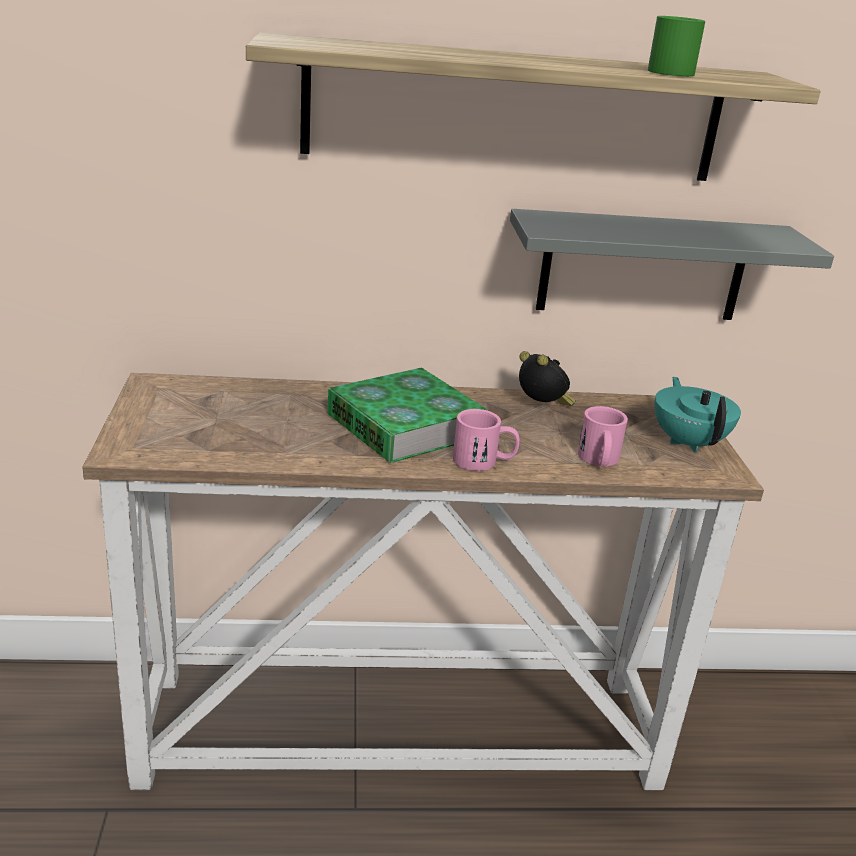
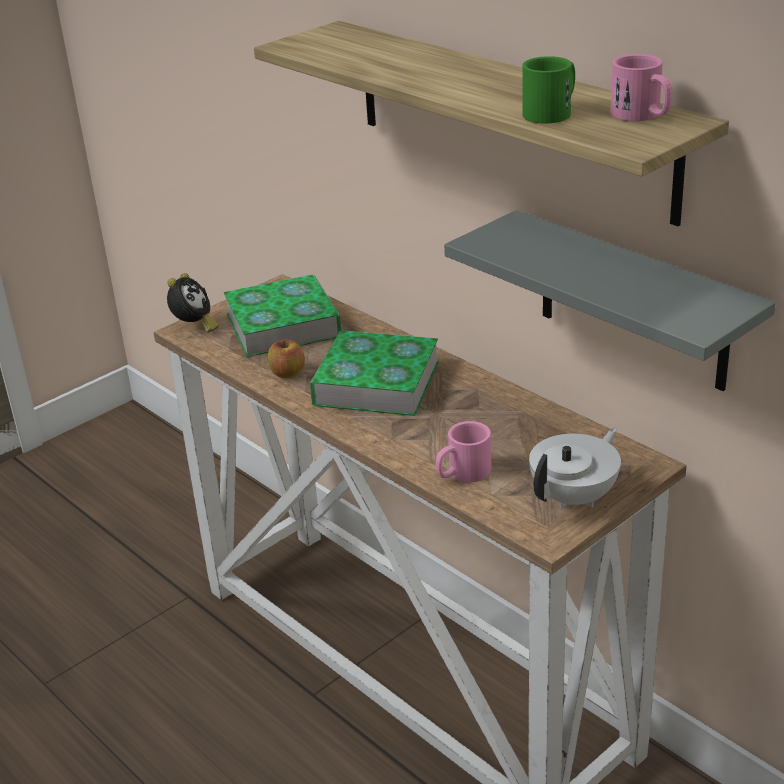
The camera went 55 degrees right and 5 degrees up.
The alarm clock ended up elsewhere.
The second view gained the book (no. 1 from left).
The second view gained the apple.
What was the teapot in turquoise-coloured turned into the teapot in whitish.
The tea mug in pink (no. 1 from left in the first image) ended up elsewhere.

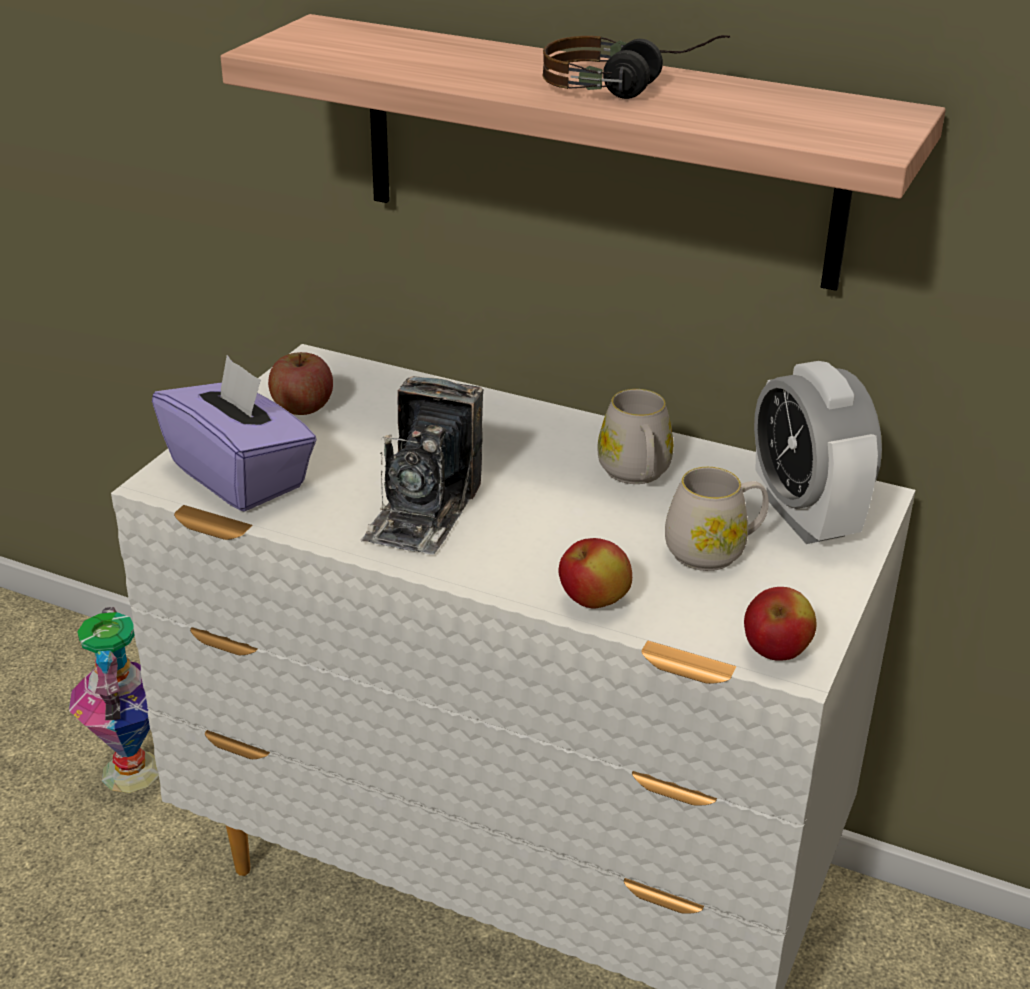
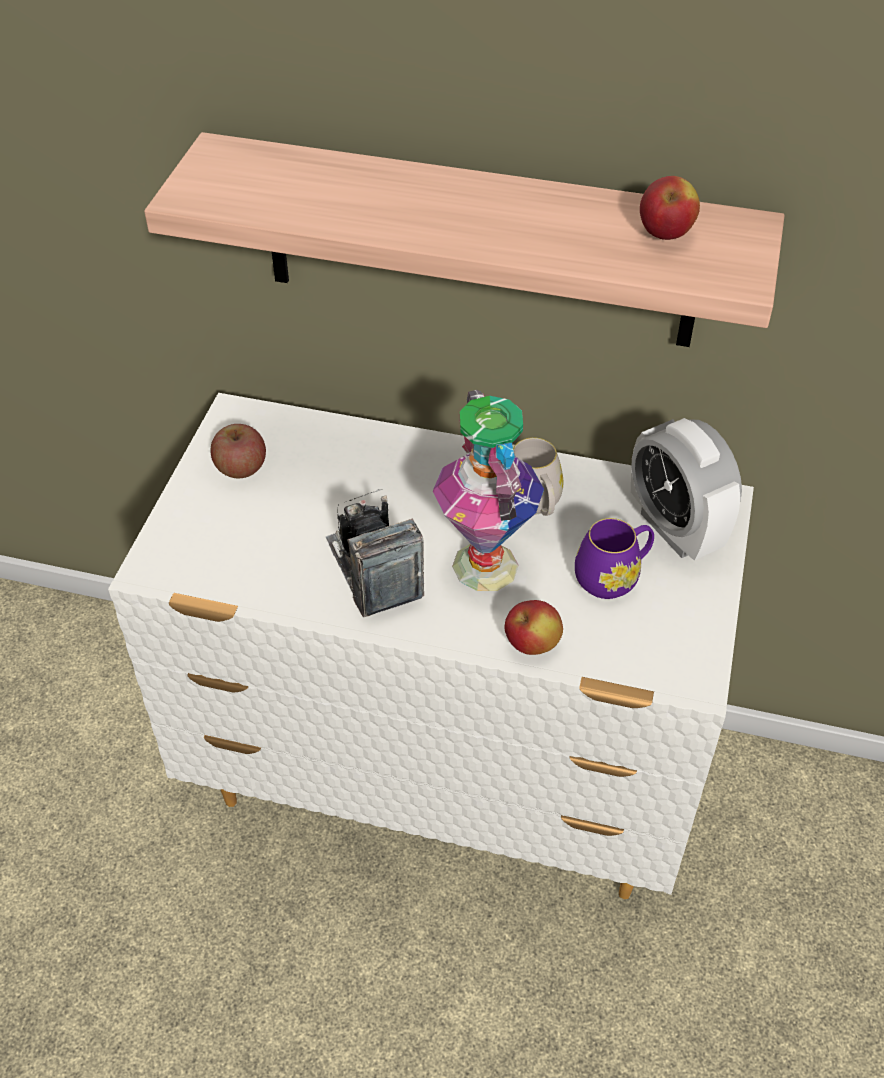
The camera went 10 degrees left and 15 degrees up.
The still camera ended up facing another way, 150 degrees clockwise from before.
The flower vase ended up elsewhere.
What was the tea mug in whitish (no. 2 from left) turned into the tea mug in purple.
The apple (no. 3 from left) ended up elsewhere.
The second view lost the tissue box in purple.
The second view lost the headphones.

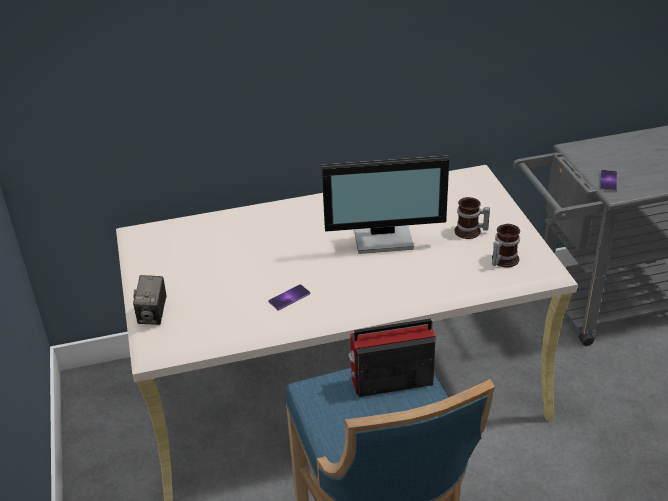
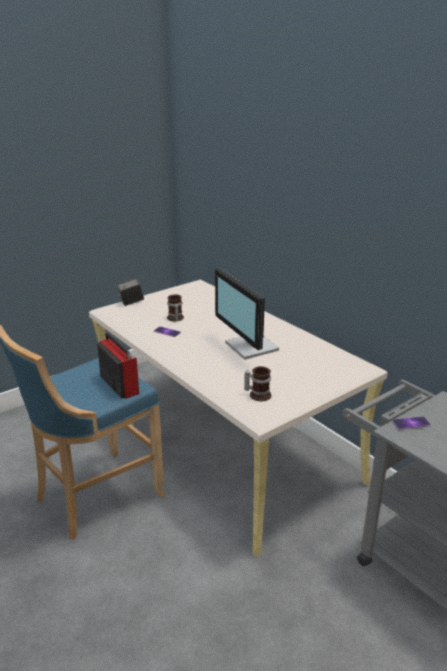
The camera went 65 degrees right and 10 degrees down.
The tea mug (no. 1 from left) ended up elsewhere.

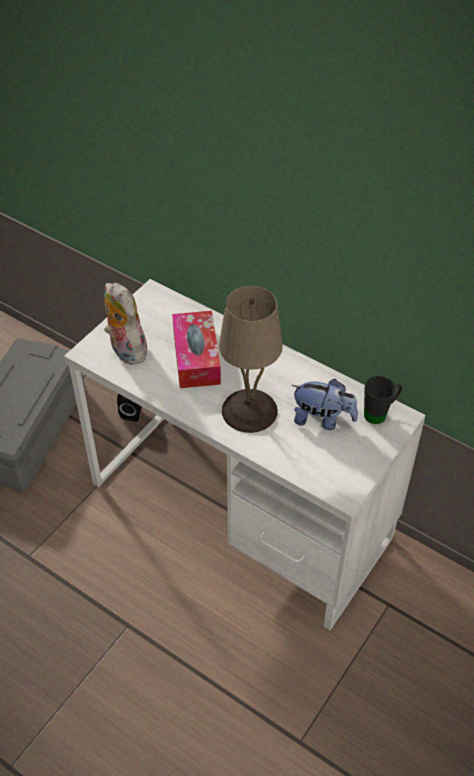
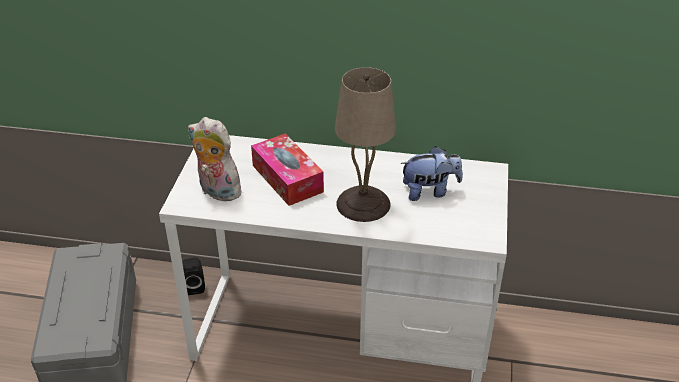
The camera went 25 degrees left and 10 degrees down.
The second view lost the tea mug in blackish.

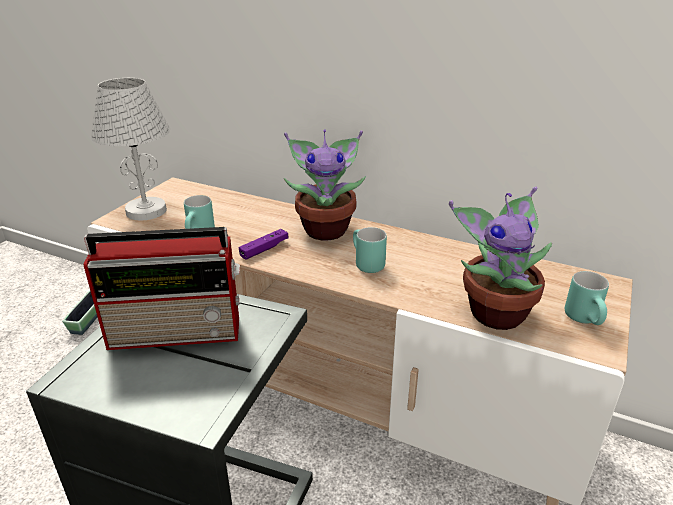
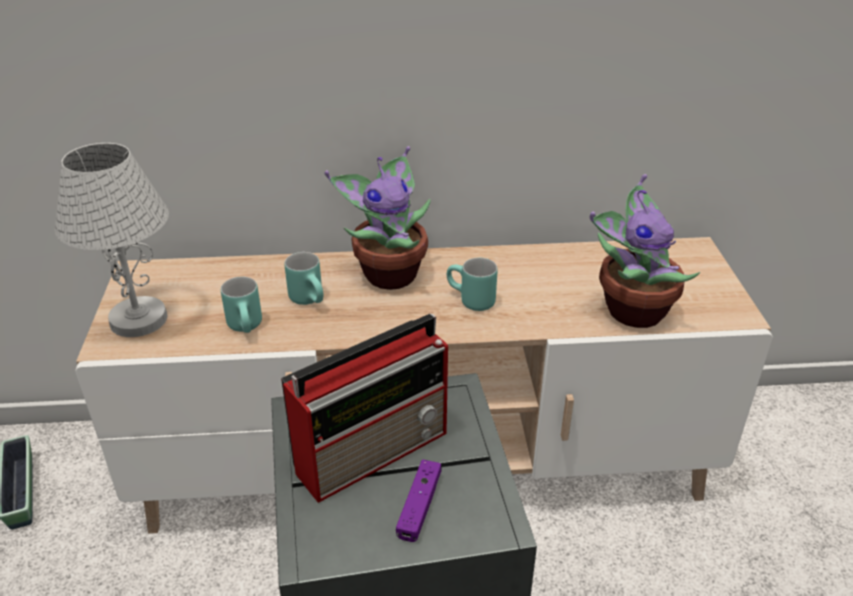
The camera went 30 degrees left and 5 degrees up.
The tea mug in turquoise-coloured (no. 3 from left in the first image) ended up elsewhere.
The gamepad in purple ended up elsewhere.

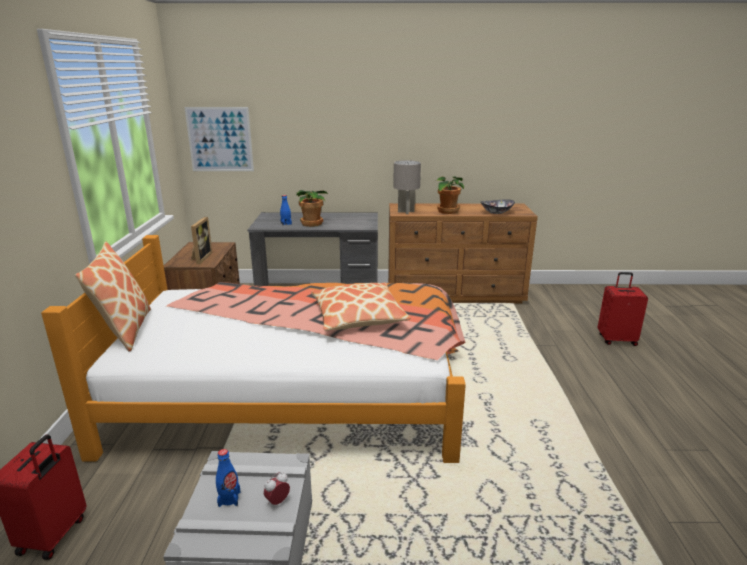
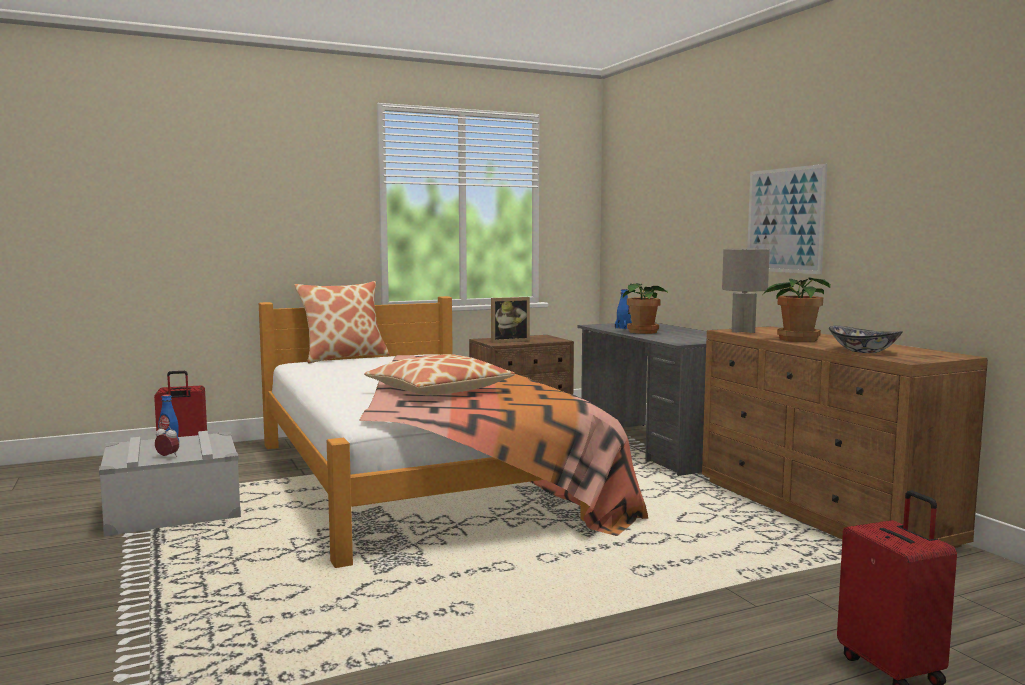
The camera went 65 degrees right and 15 degrees down.
The wall art ended up elsewhere.

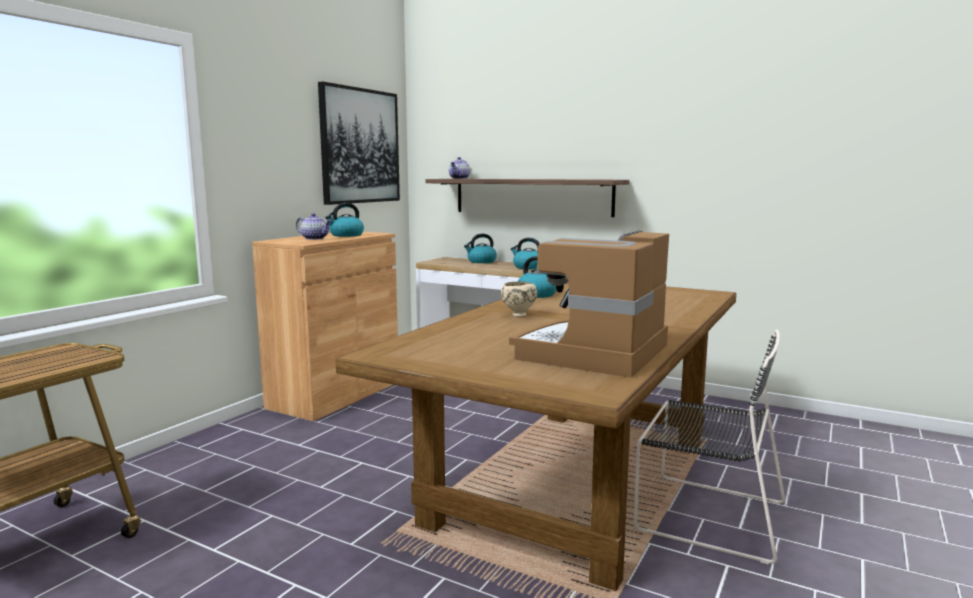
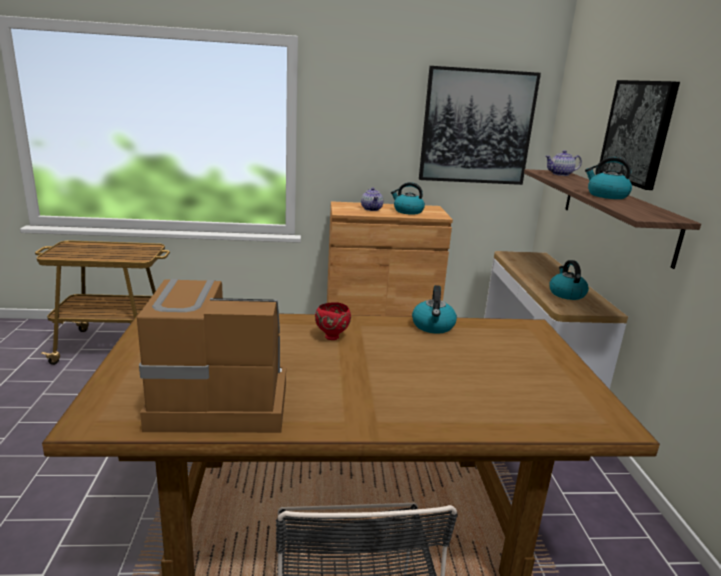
The camera went 55 degrees right and 10 degrees up.
What was the deep dish in beige-coloured turned into the deep dish in red-coloured.
The kettle (no. 2 from left in the first image) ended up elsewhere.
The second view gained the wall art (no. 2 from left).

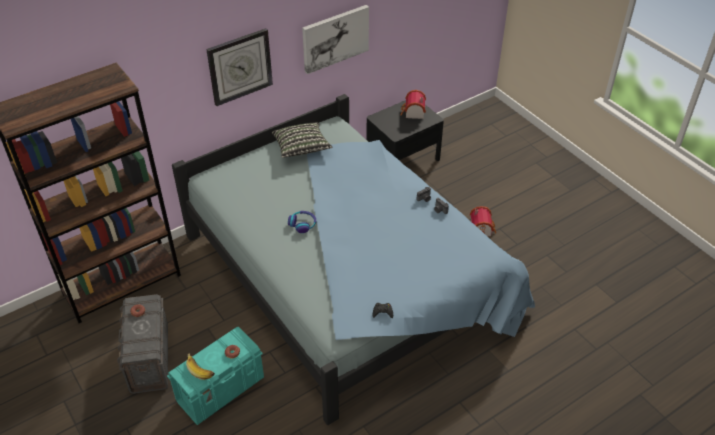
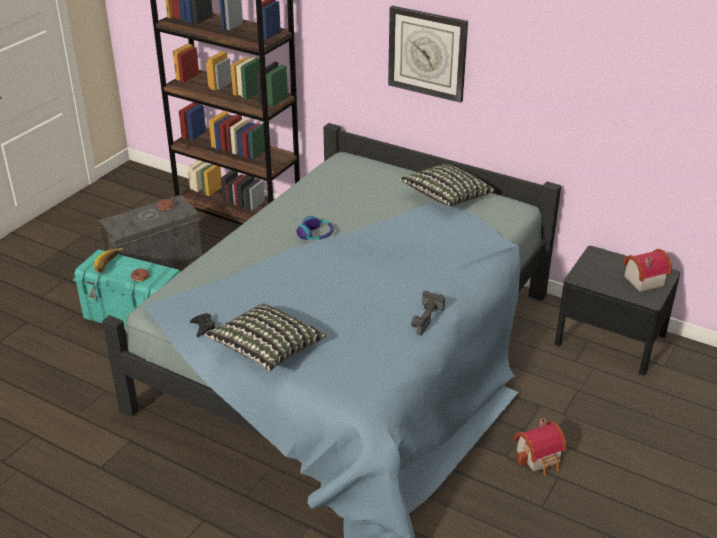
The camera went 65 degrees right and 10 degrees down.
The second view gained the throw pillow (no. 1 from left).
The second view lost the wall art.

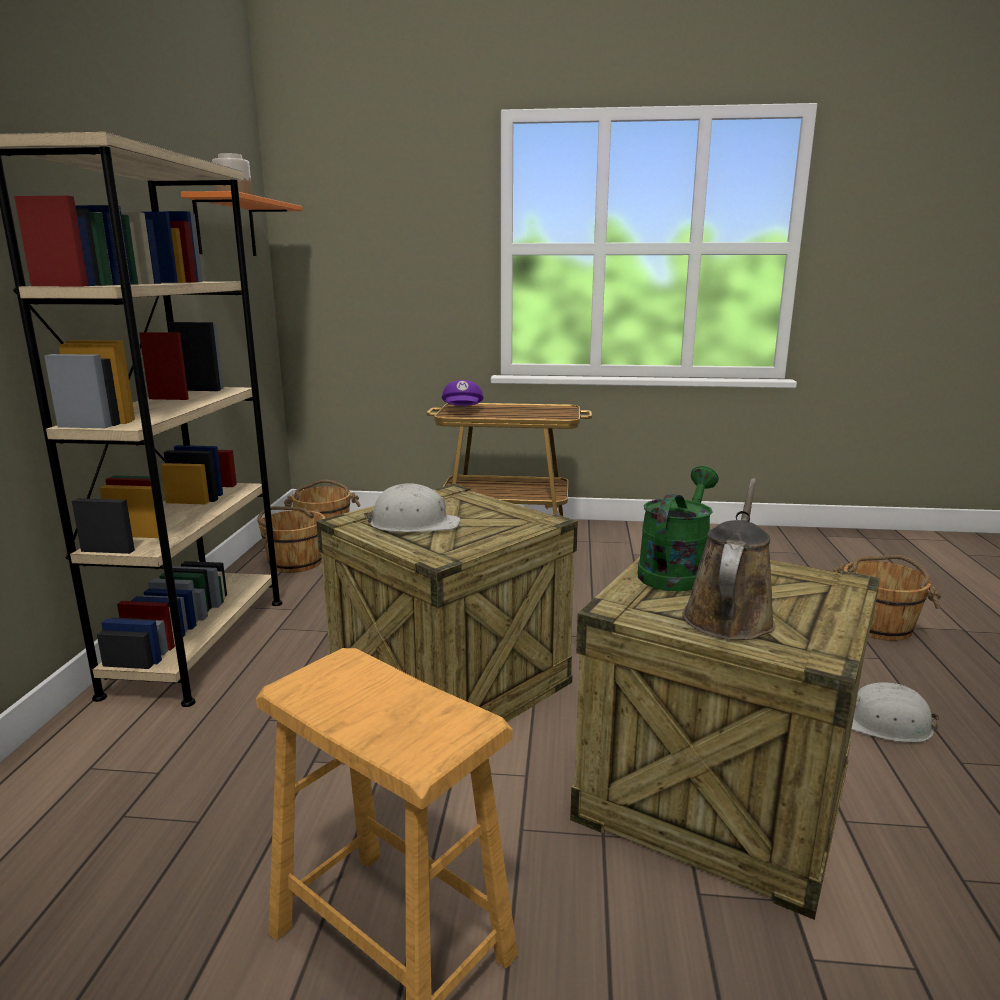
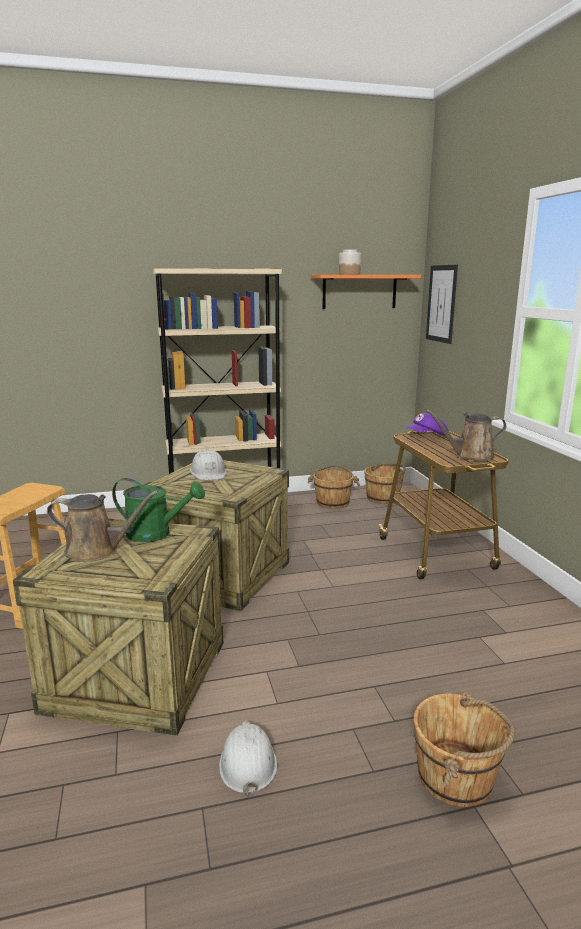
The camera went 70 degrees right and 0 degrees up.
The second view gained the sprinkling can in brown (no. 2 from left).
The second view gained the wall art.

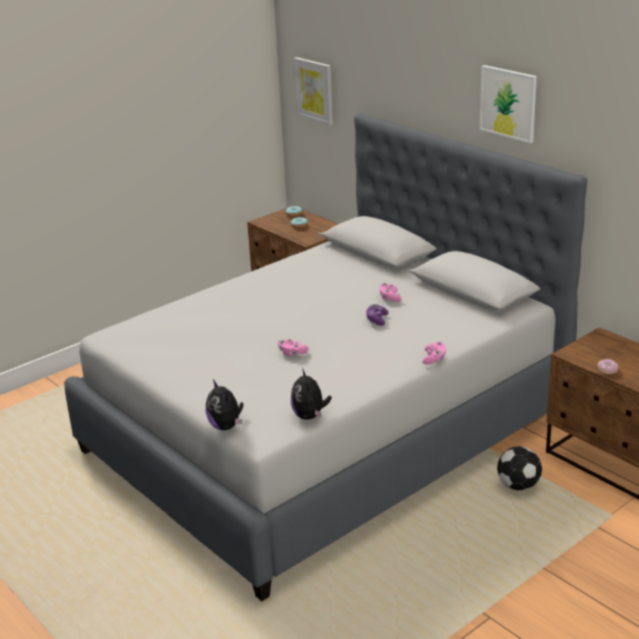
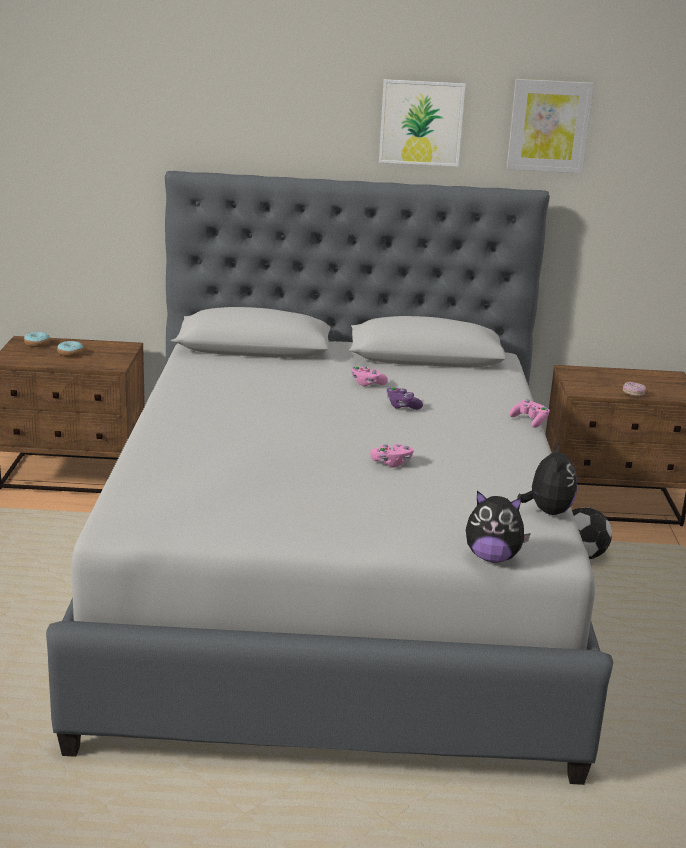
The camera went 50 degrees left and 5 degrees down.
The wall art (no. 1 from left in the first image) ended up elsewhere.
The cuddly toy (no. 2 from left) ended up facing another way, 120 degrees counterclockwise from before.

